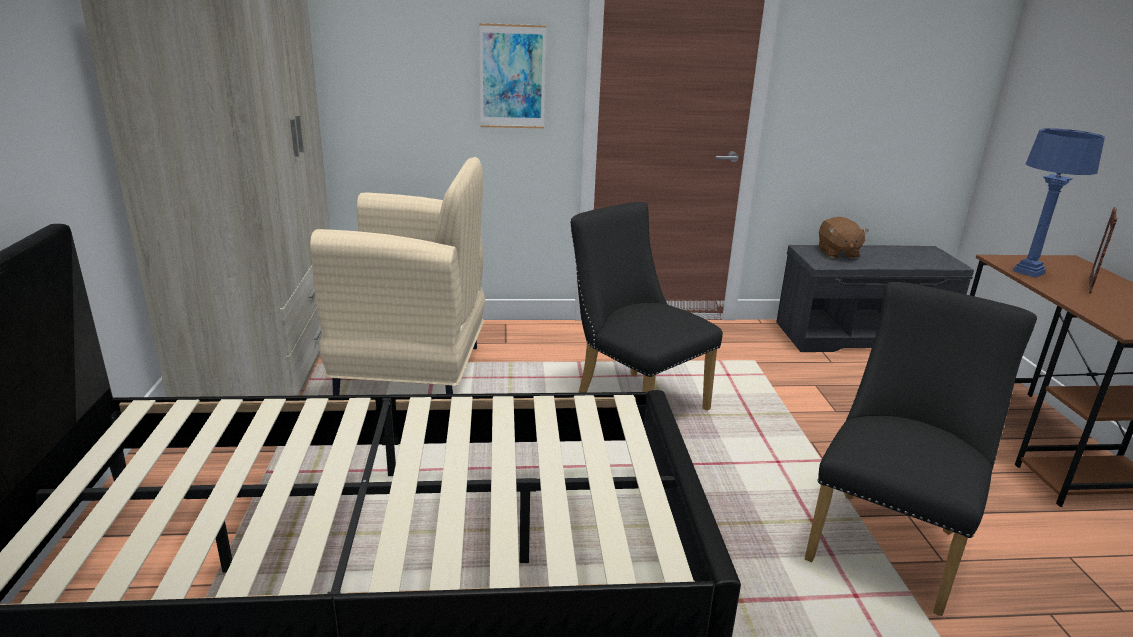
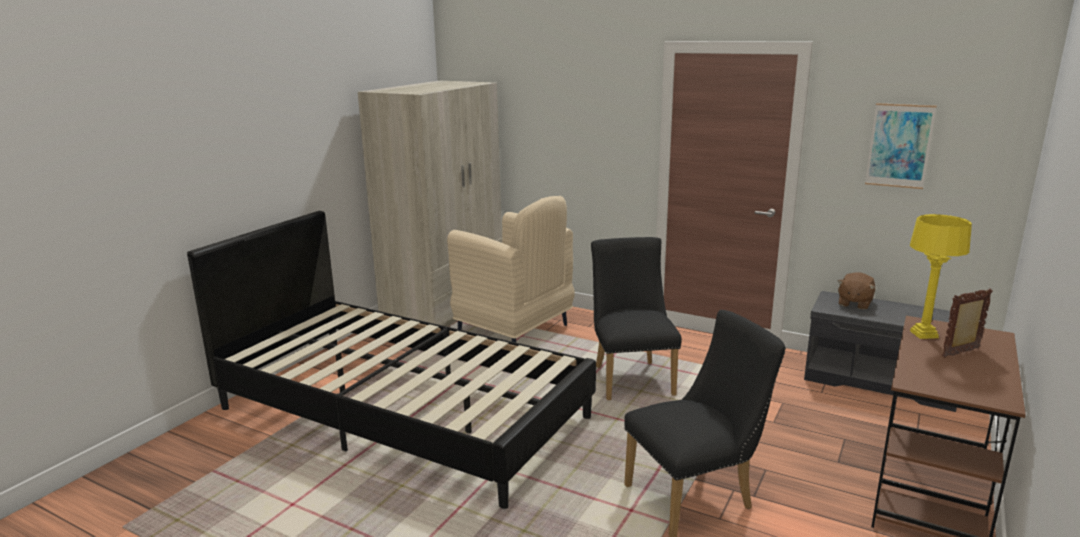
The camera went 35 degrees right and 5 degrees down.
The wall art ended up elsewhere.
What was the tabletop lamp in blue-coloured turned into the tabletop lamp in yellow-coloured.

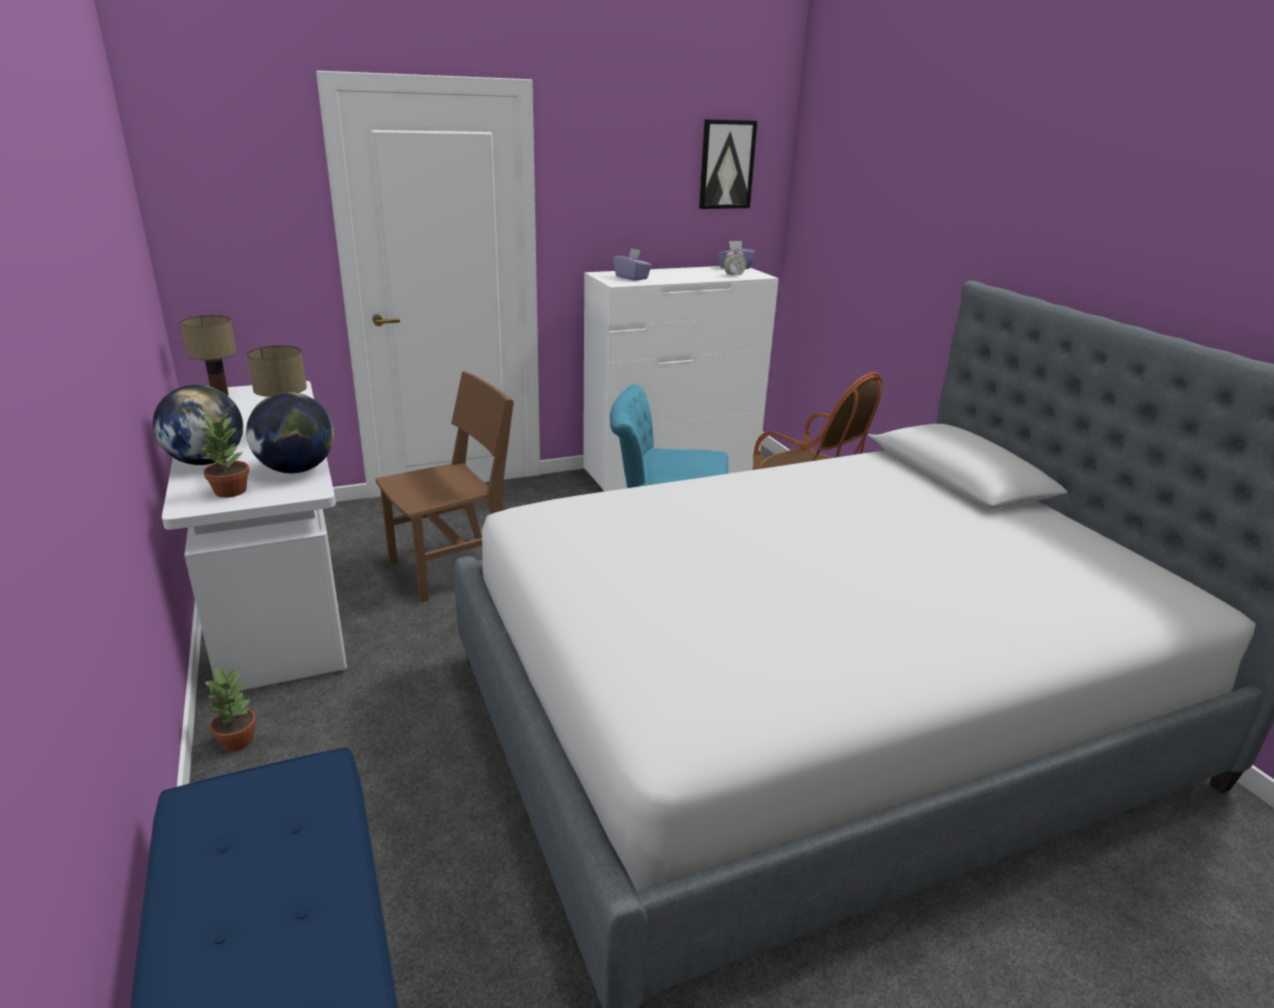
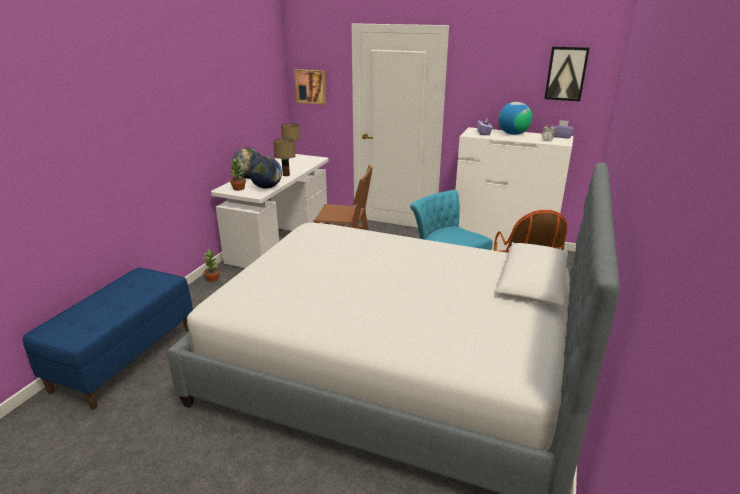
The camera went 45 degrees right and 0 degrees up.
The second view gained the wall art (no. 1 from left).
The second view gained the world globe (no. 3 from left).

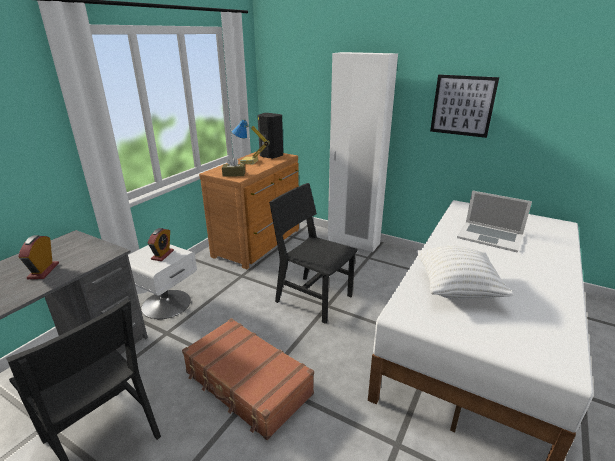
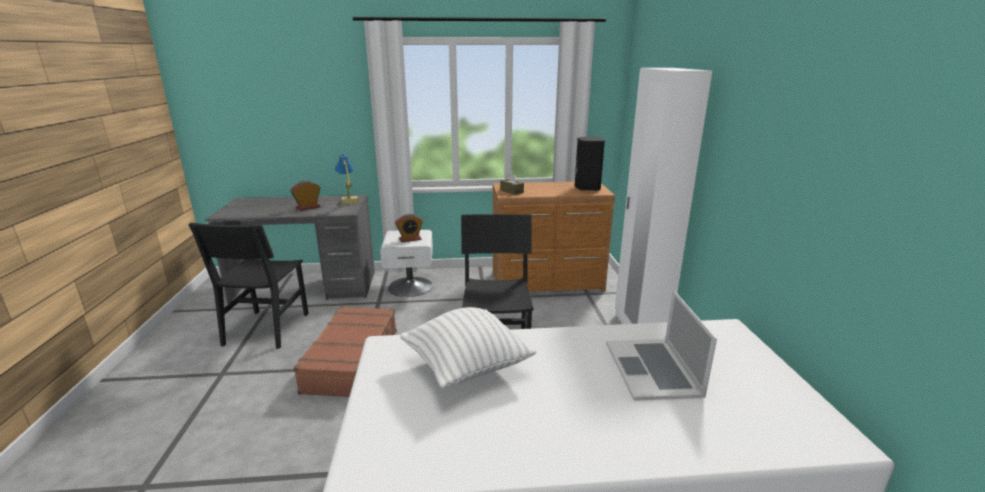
The camera went 55 degrees right and 5 degrees down.
The tabletop lamp ended up elsewhere.
The second view lost the wall art.

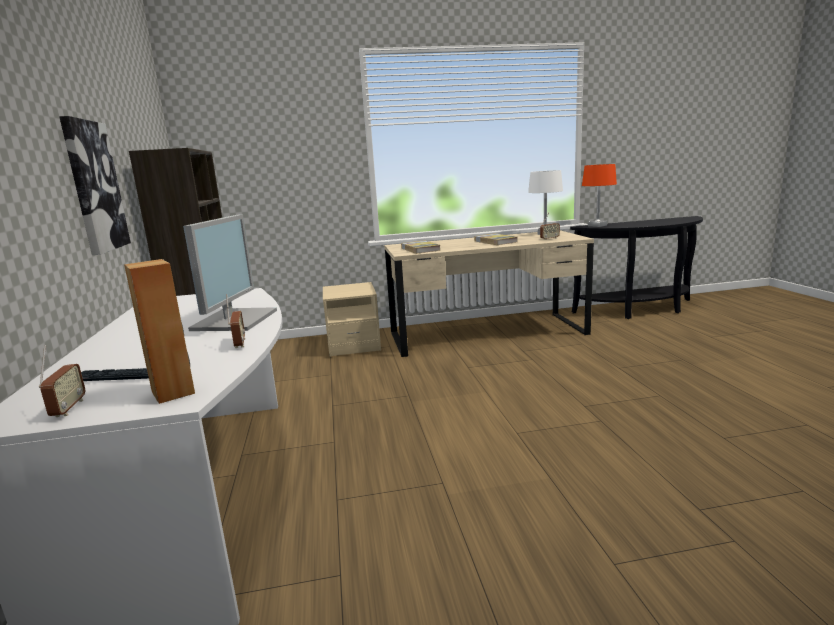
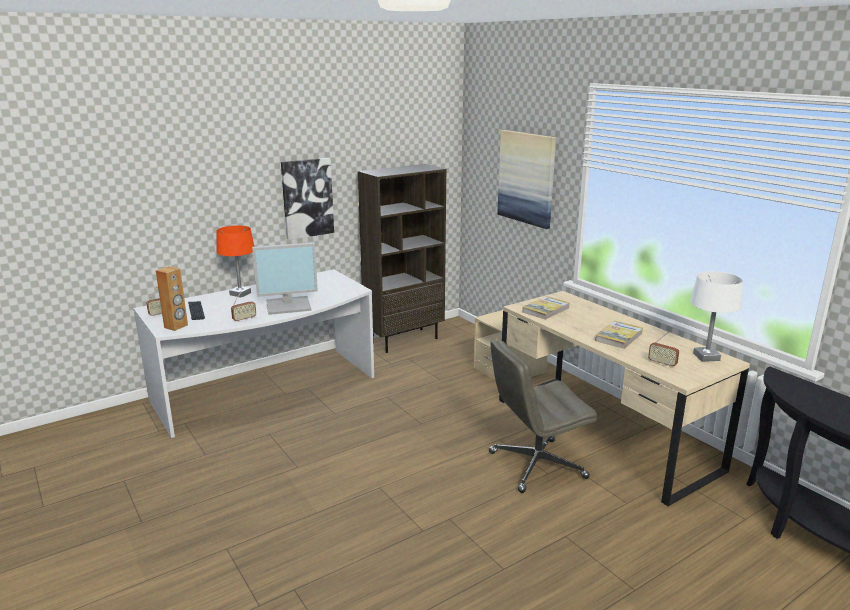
The camera went 65 degrees right and 5 degrees up.
The tabletop lamp in orangey ended up elsewhere.
The second view gained the desk chair in gray.
The second view gained the wall art (no. 2 from left).

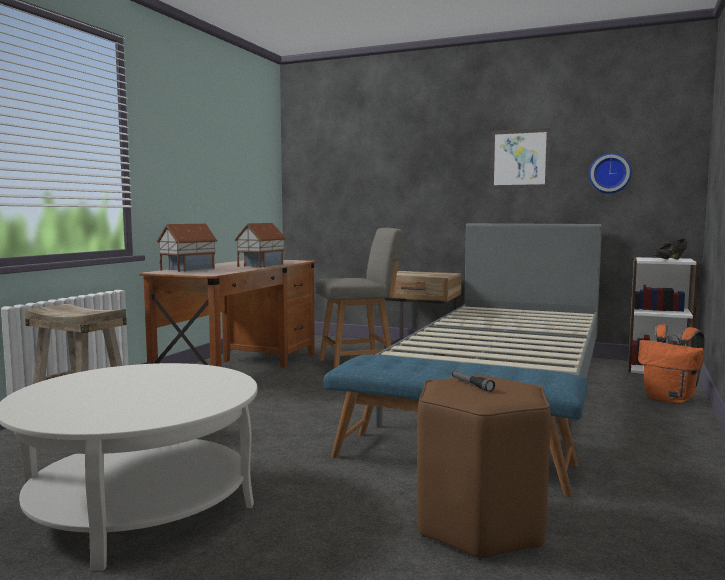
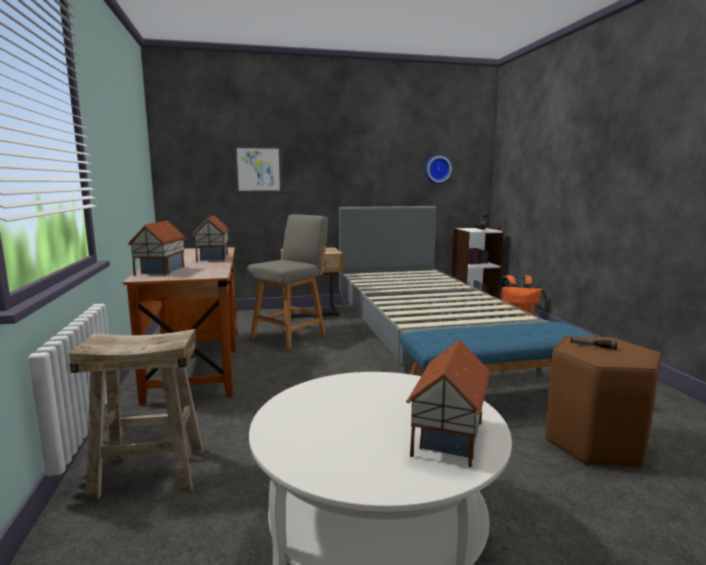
The camera went 35 degrees left and 5 degrees up.
The wall art ended up elsewhere.
The second view gained the toy house (no. 3 from left).

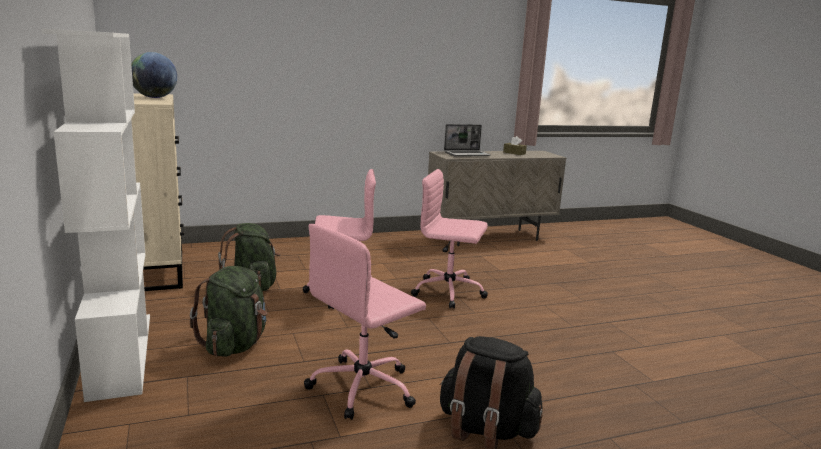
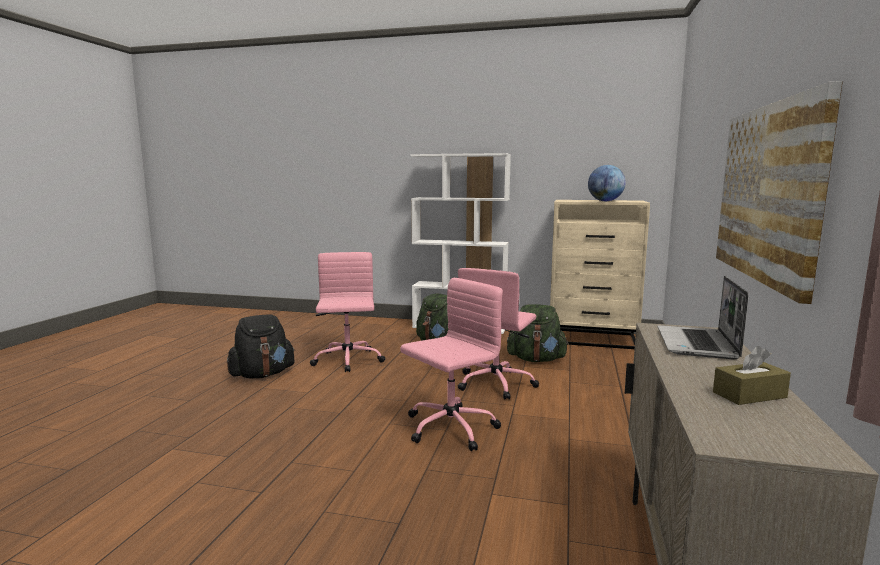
The camera went 125 degrees right and 5 degrees down.
The second view gained the wall art.

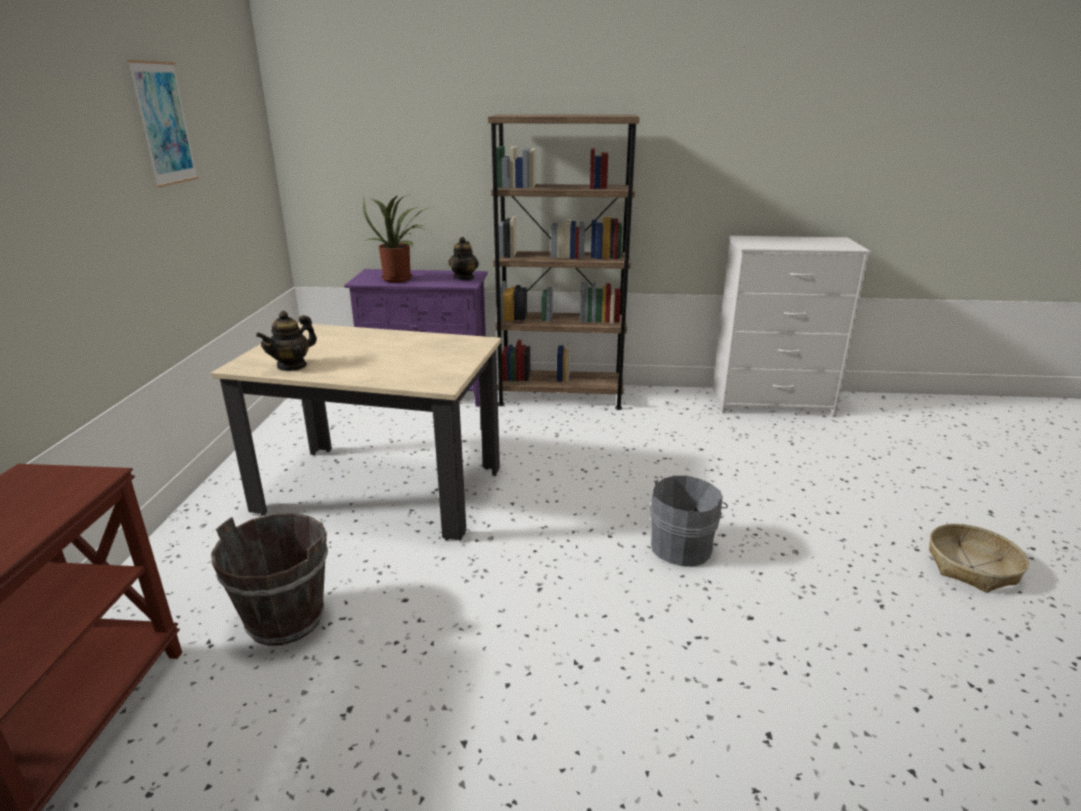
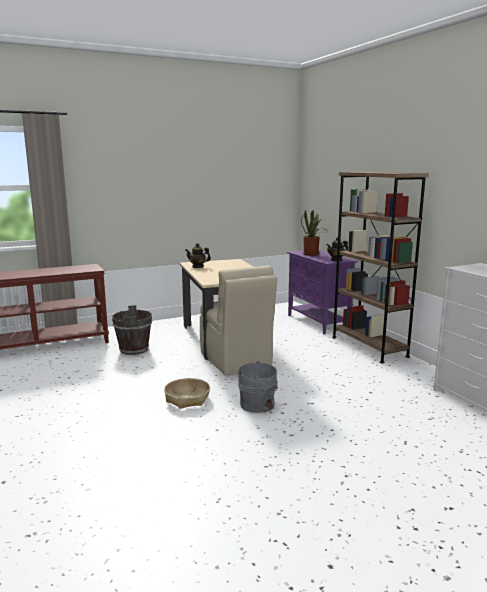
The camera went 60 degrees right and 10 degrees down.
The household basket ended up elsewhere.
The second view gained the chair in beige-coloured.
The second view lost the wall art.

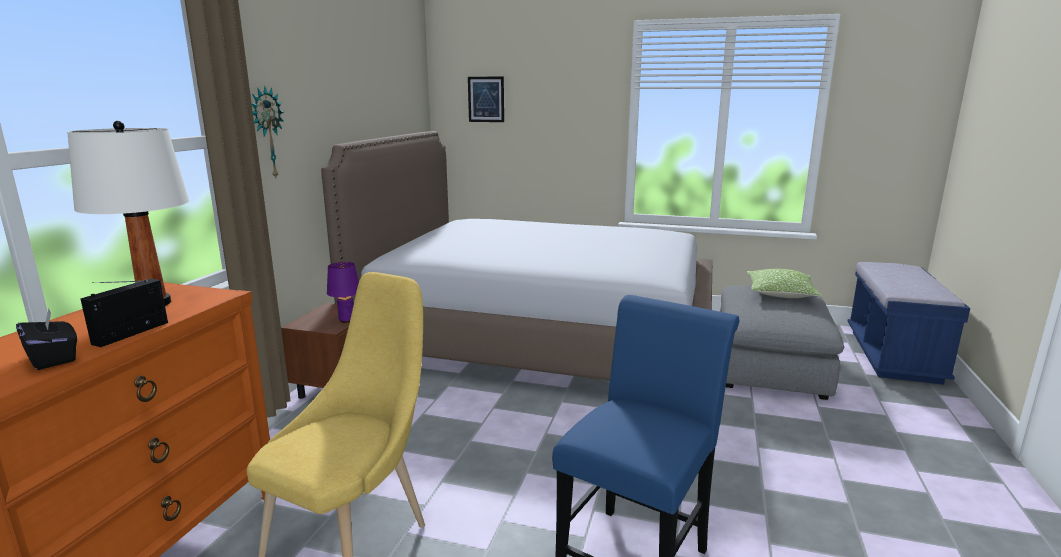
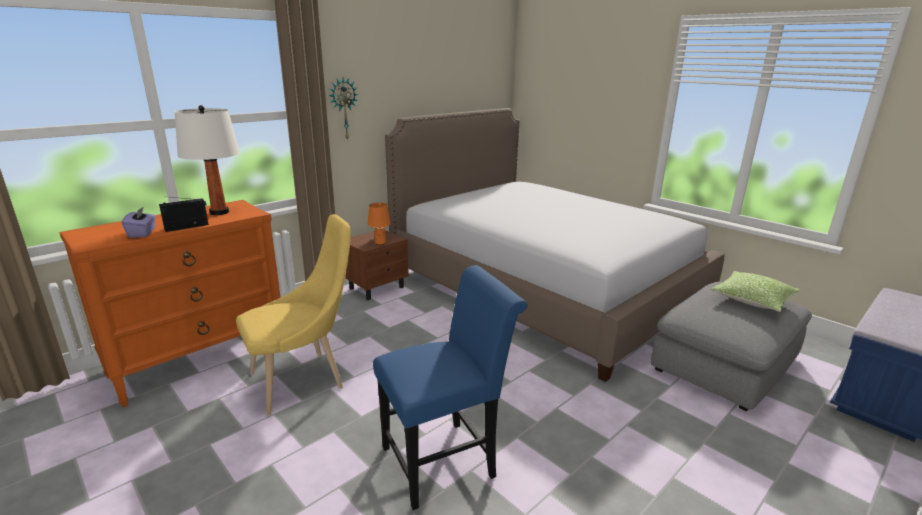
The camera went 30 degrees right and 5 degrees up.
What was the tissue box in blackish turned into the tissue box in purple.
What was the tabletop lamp in purple turned into the tabletop lamp in orangey.
The second view lost the wall art.

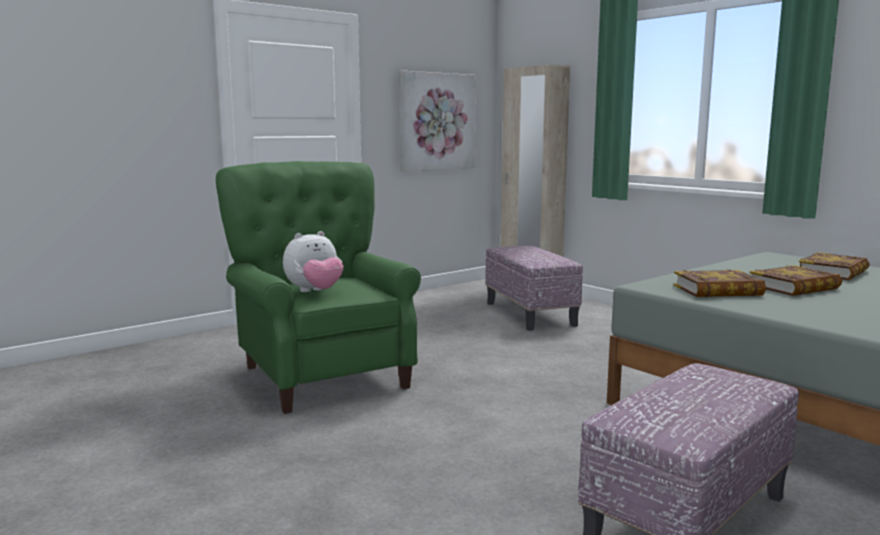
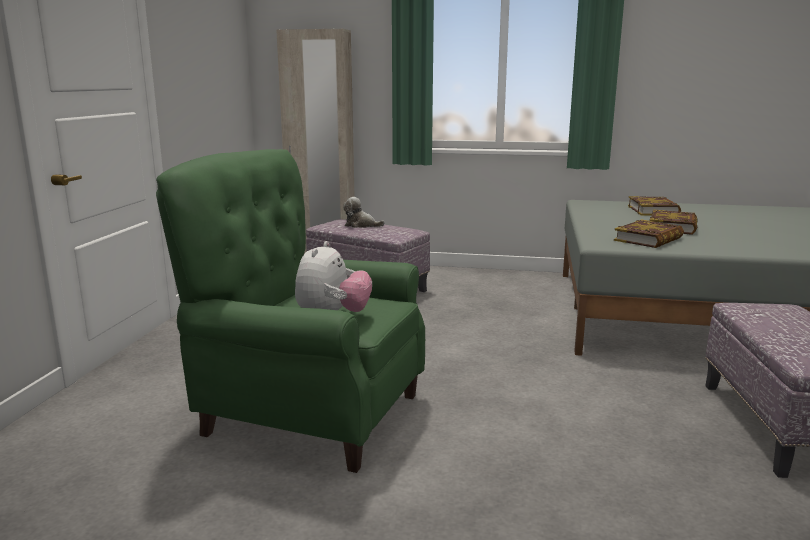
The camera went 40 degrees left and 5 degrees up.
The second view gained the cuddly toy (no. 2 from left).
The second view lost the wall art.

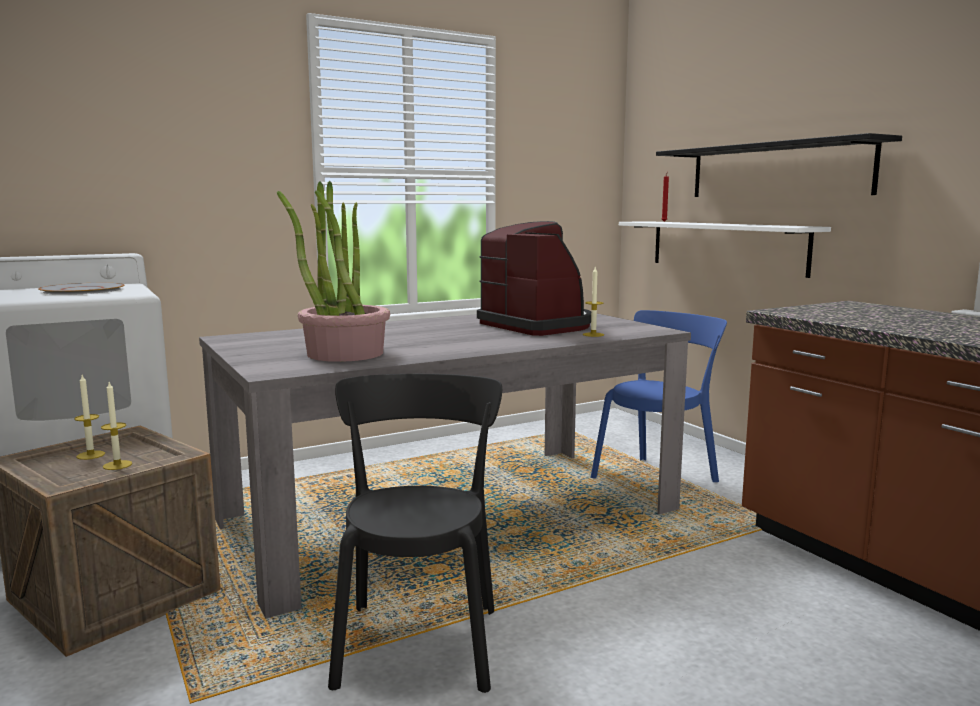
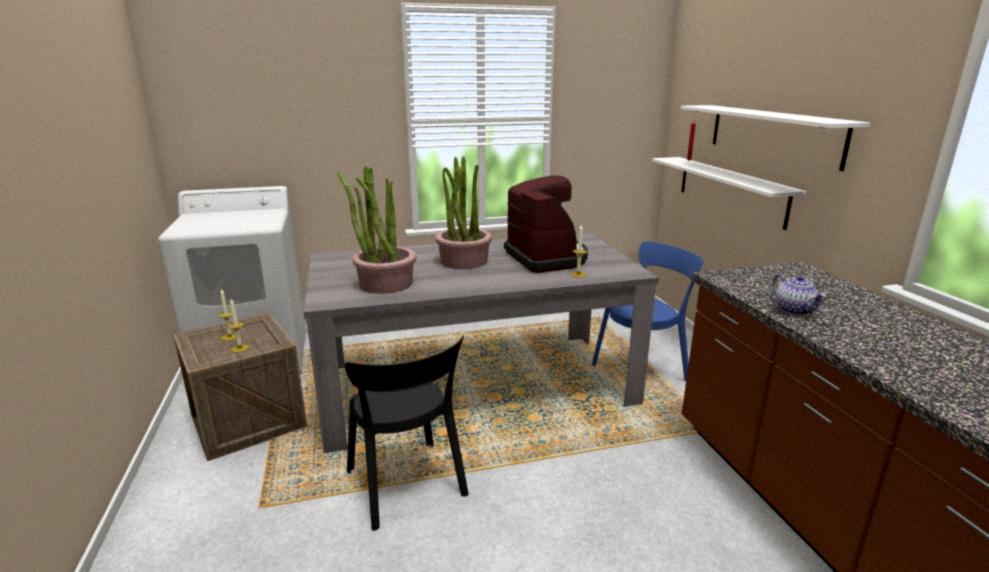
The camera went 15 degrees right and 10 degrees up.
The chair in blackish ended up facing another way, 135 degrees clockwise from before.
The second view gained the potted plant (no. 2 from left).
What was the bracket shelf in blackish turned into the bracket shelf in whitish (no. 2 from left).
The second view gained the teapot.
The second view lost the plate in gray.

